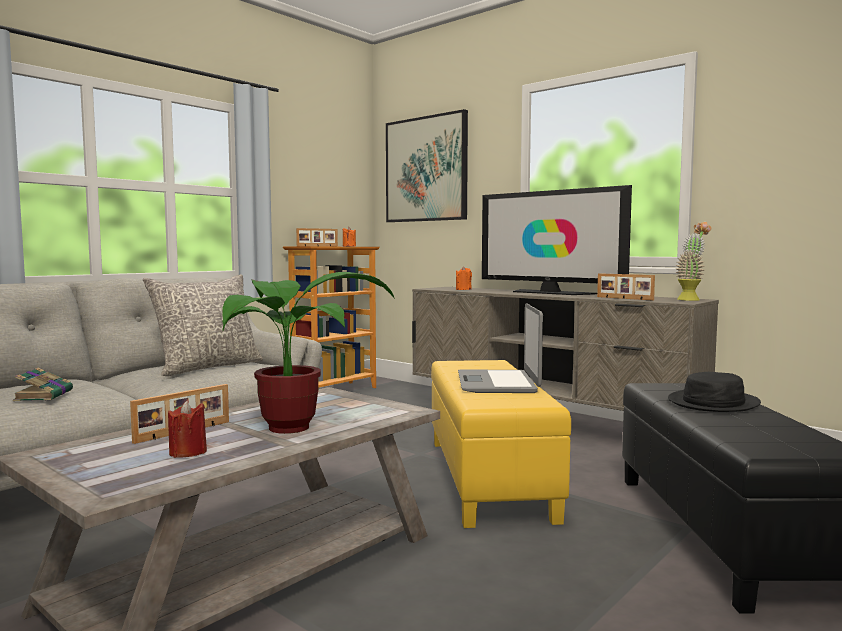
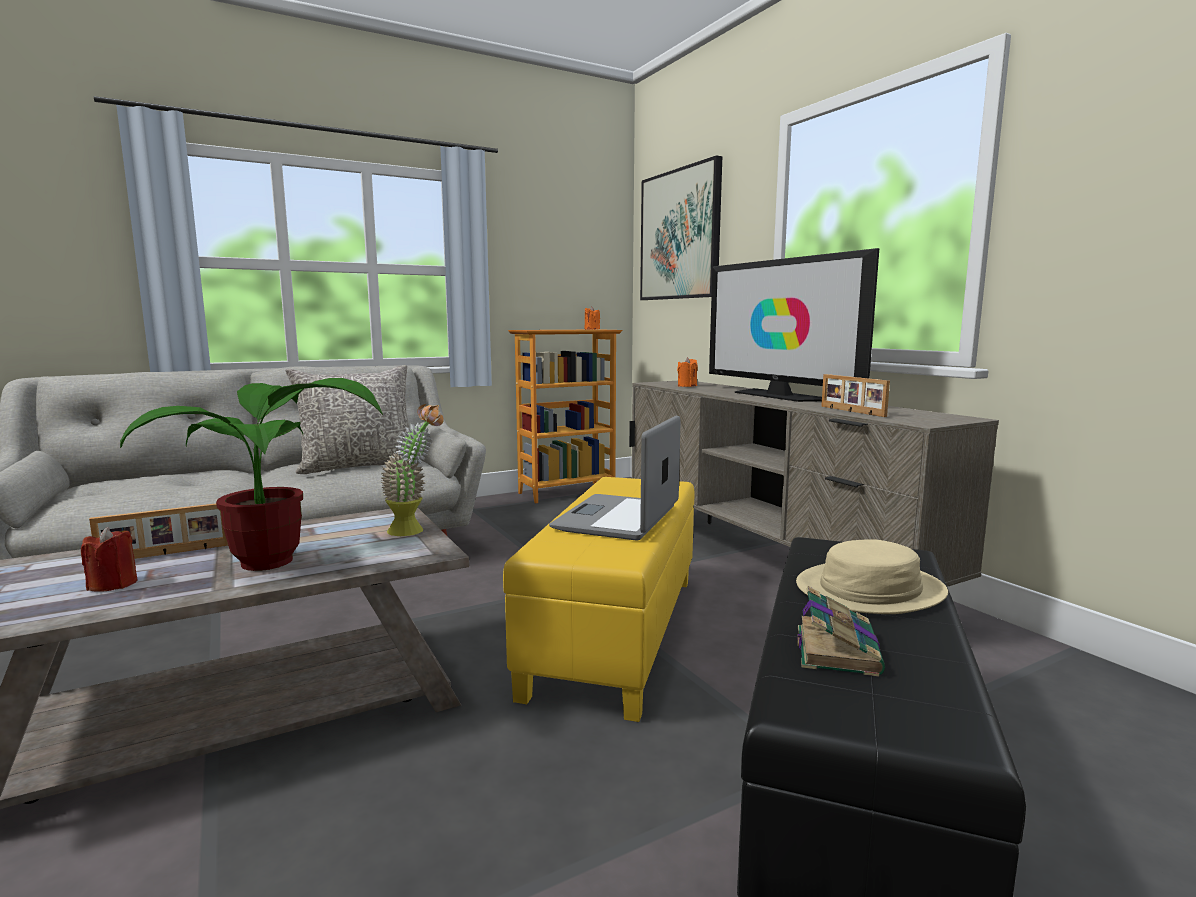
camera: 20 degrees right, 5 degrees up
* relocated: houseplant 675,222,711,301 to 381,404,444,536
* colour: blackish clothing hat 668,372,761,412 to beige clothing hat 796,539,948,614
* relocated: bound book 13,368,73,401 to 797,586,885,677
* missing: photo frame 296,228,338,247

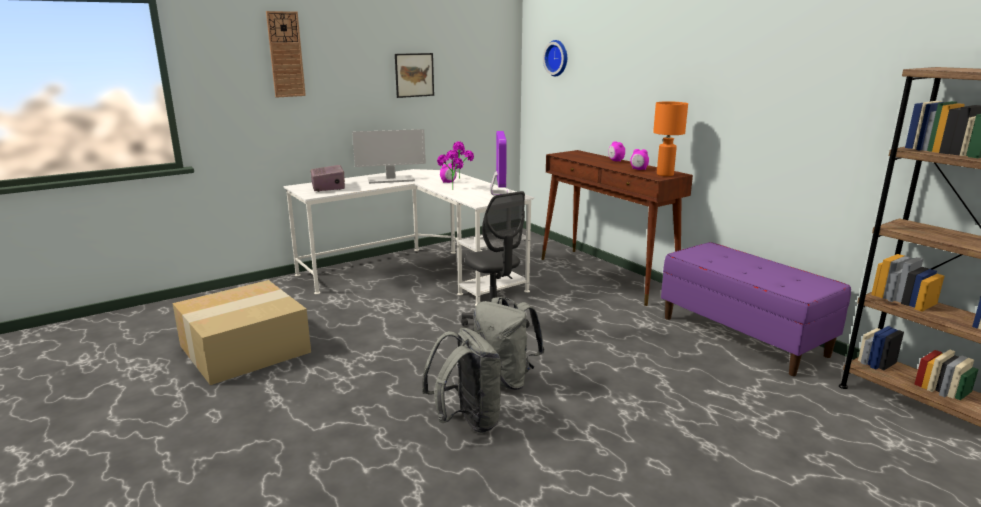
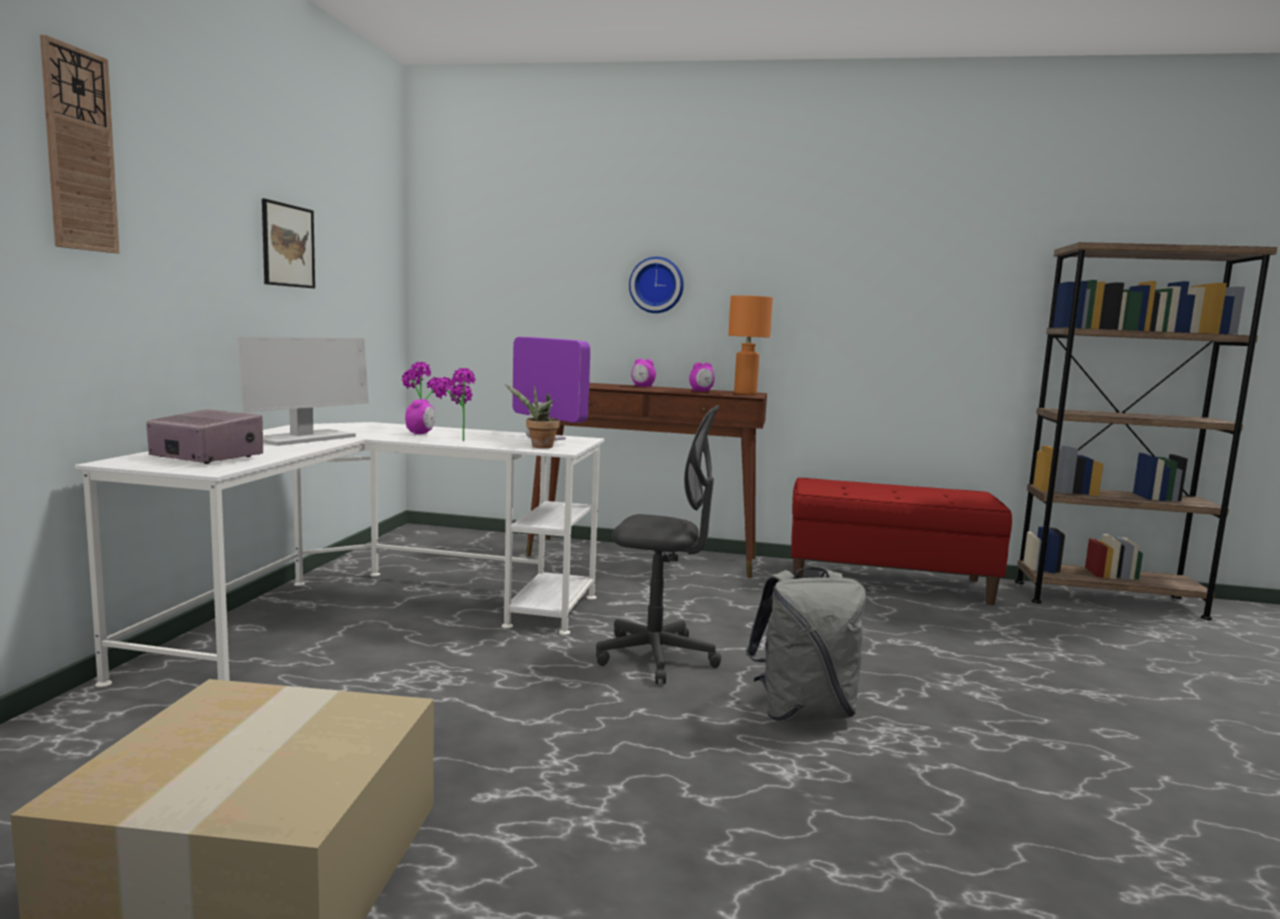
camera: 45 degrees left, 10 degrees down
* appeared: houseplant 505,384,560,448
* relocated: hanging clock 543,40,567,76 to 629,257,684,313
* colour: purplish long seat 661,242,851,376 to red long seat 791,478,1012,605
* missing: greyish knapsack 422,327,502,433

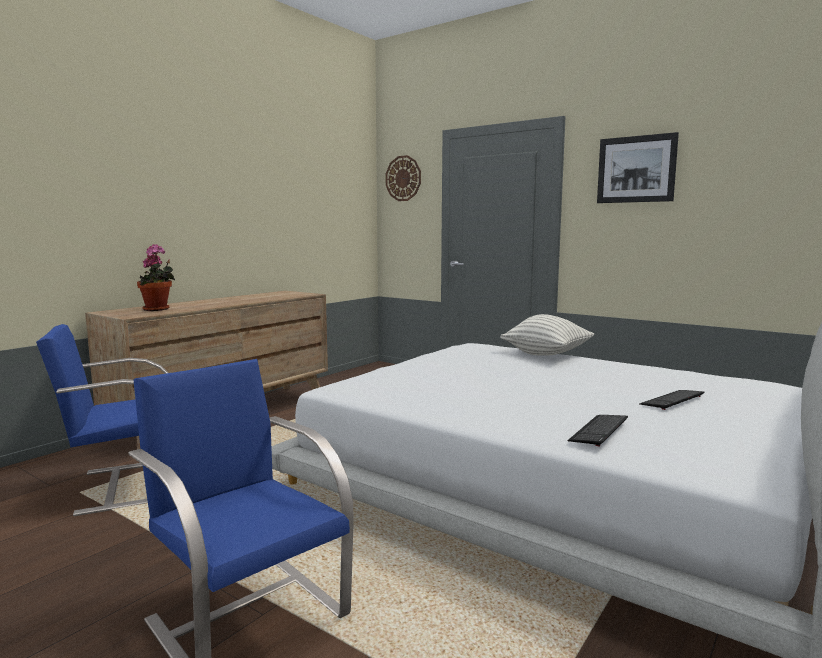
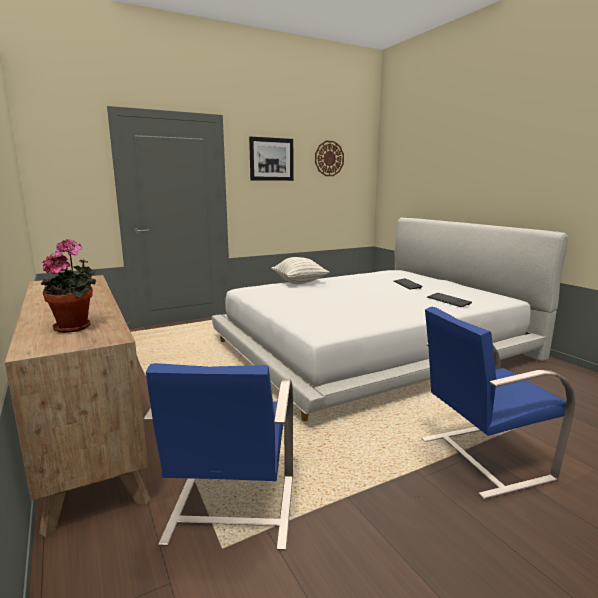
camera: 65 degrees left, 5 degrees up
* relocated: hanging clock 386,155,421,201 to 315,141,344,176

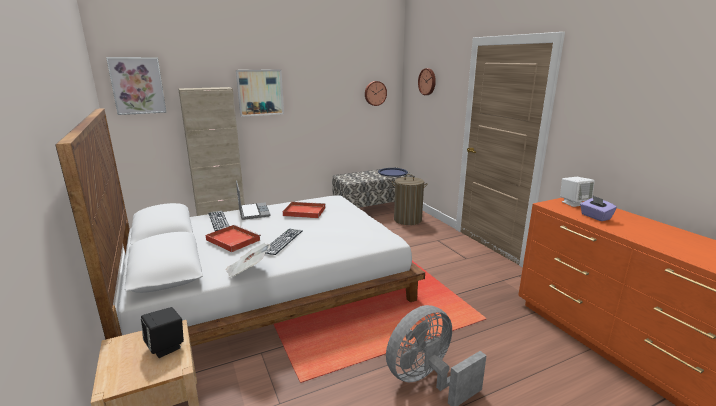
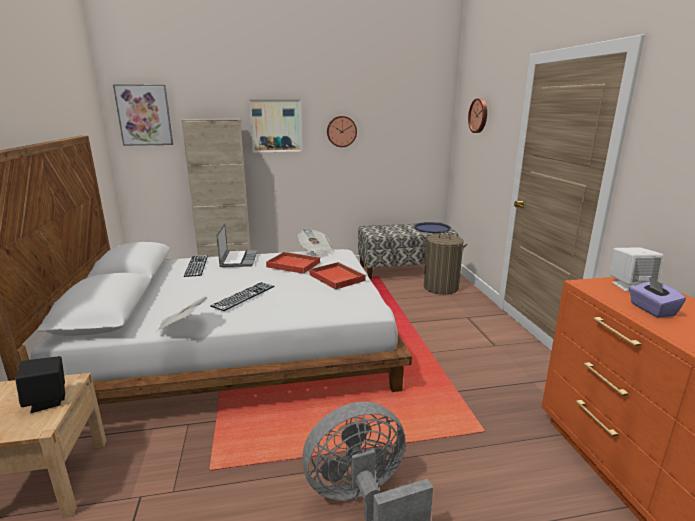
camera: 15 degrees right, 0 degrees up
* appeared: newspaper 298,228,334,258
* relocated: red serving tray 205,225,261,252 to 309,262,367,290
* relocated: hanging clock 365,81,387,106 to 327,116,357,147

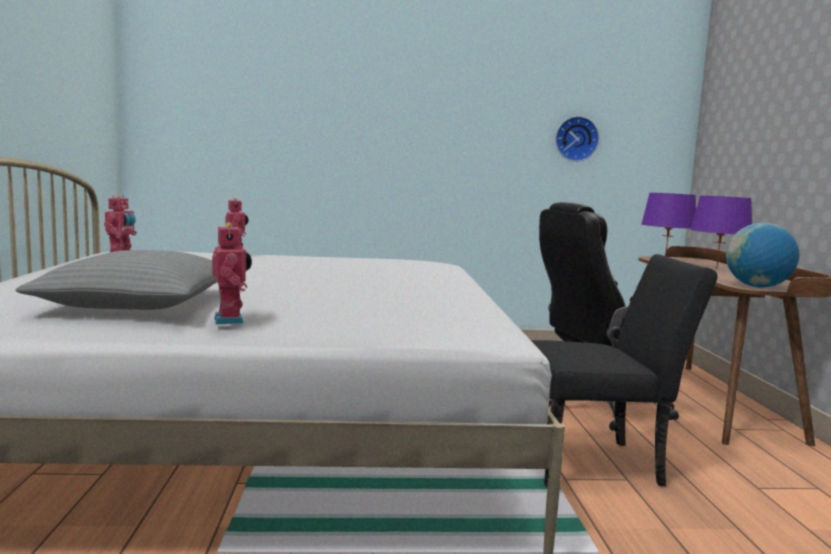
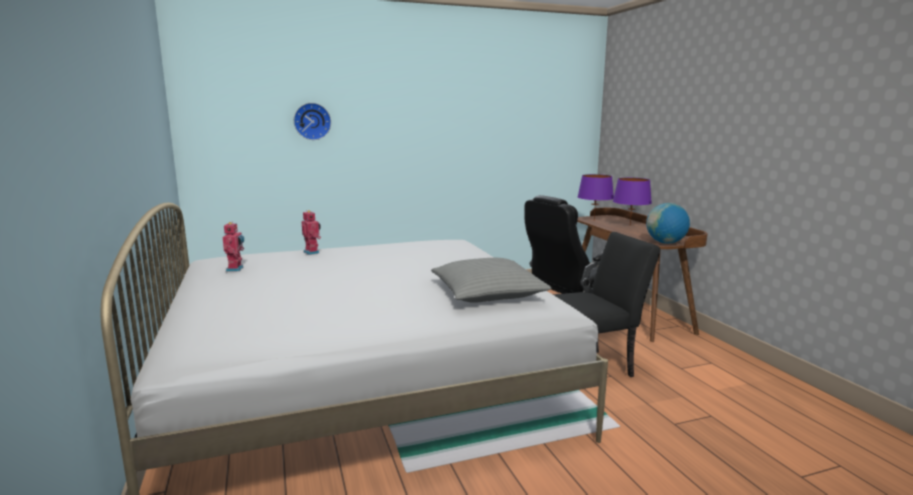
camera: 15 degrees left, 5 degrees up
* relocated: hanging clock 555,116,599,162 to 294,103,331,140
* relocated: greyish pillow 15,250,217,310 to 431,258,552,303
* missing: robot figure 212,222,252,324

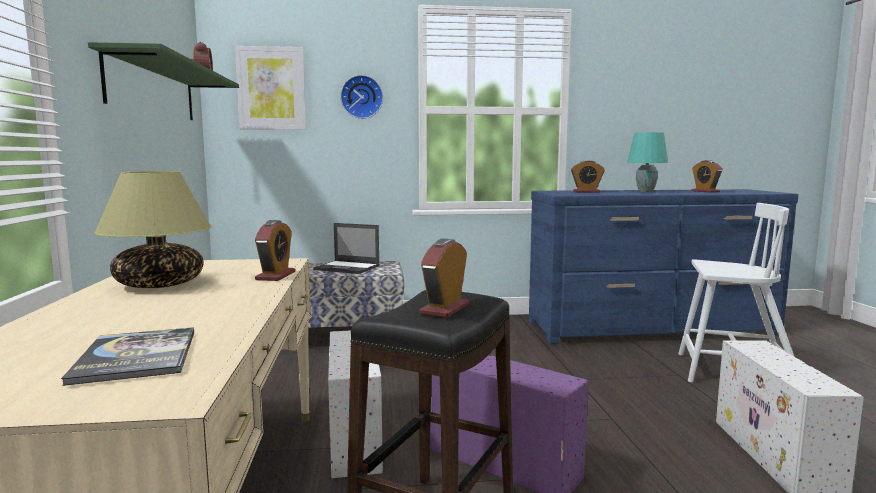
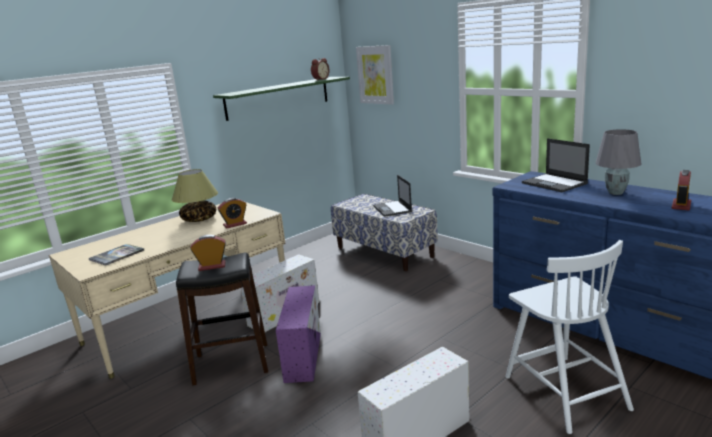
camera: 55 degrees right, 10 degrees up
* exchanged: table clock 571,160,605,193 to notebook computer 522,138,590,192
* colour: turquoise table lamp 627,132,668,192 to greyish table lamp 595,129,641,195
* missing: hanging clock 340,75,383,119

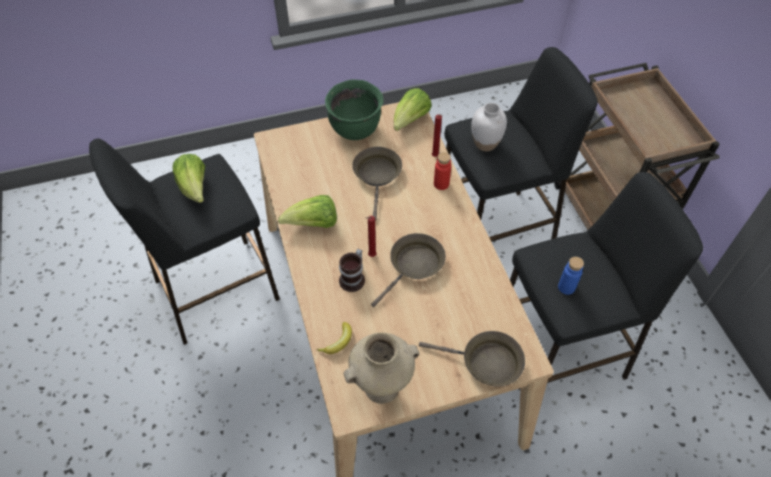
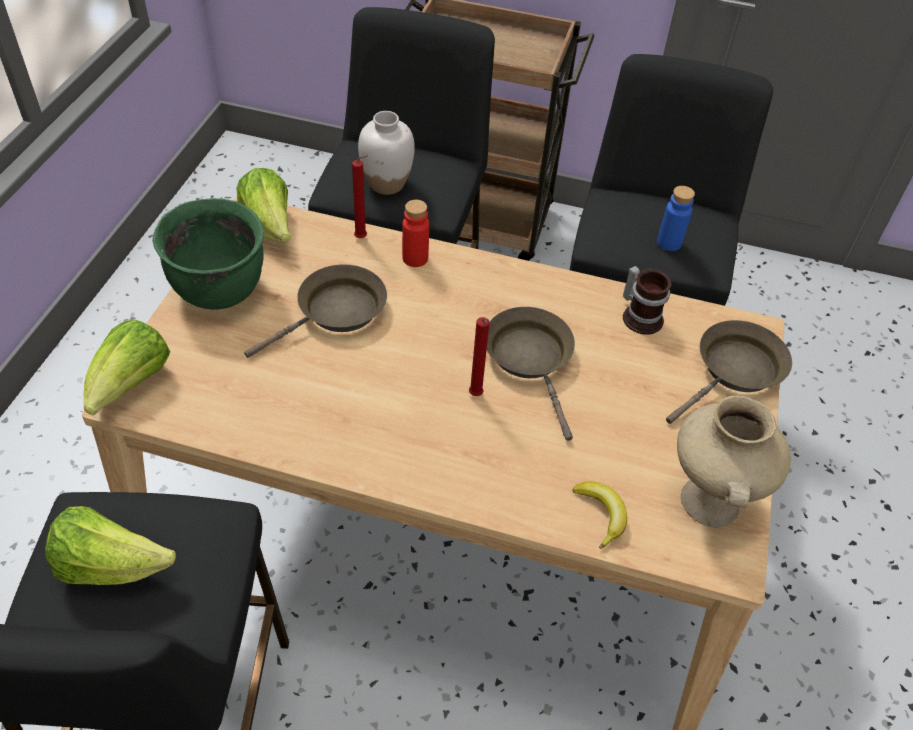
camera: 60 degrees left, 5 degrees down
* relocated: lettuce head 278,195,337,228 to 84,320,170,415
* spun: brown-coloured frying pan 352,147,402,221 = 244,264,387,358 105 degrees clockwise
* relocated: mug 339,249,365,292 to 623,266,672,335

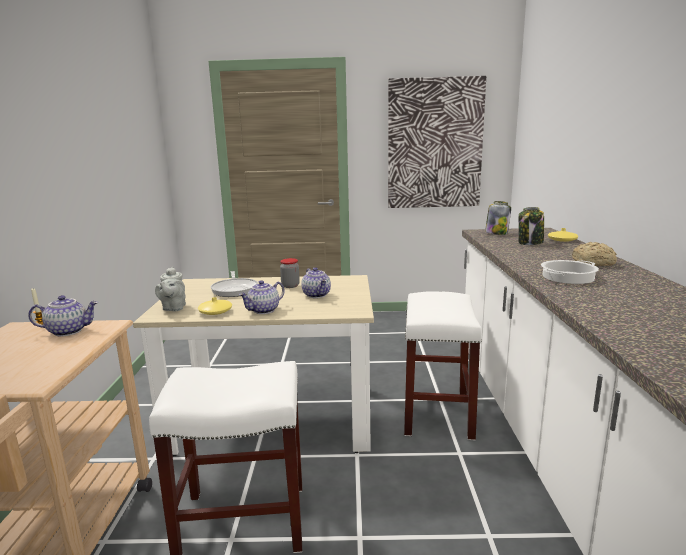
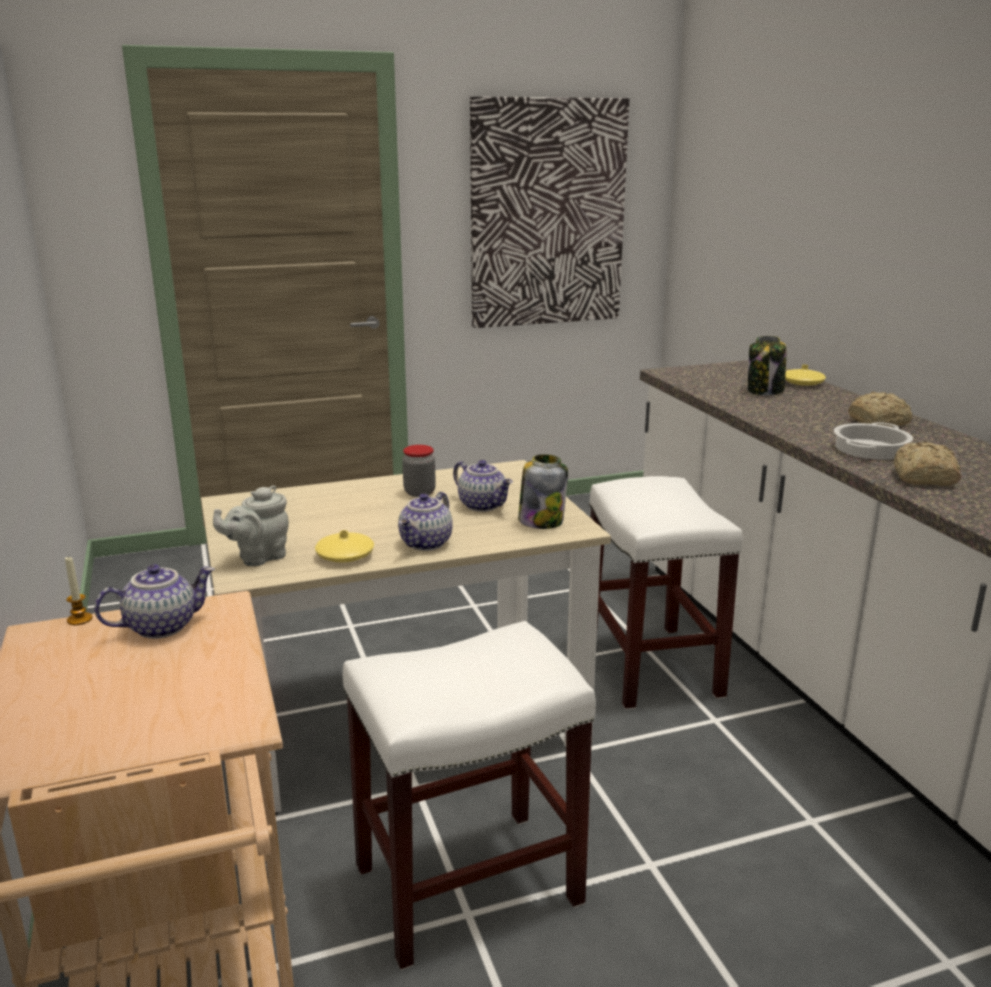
camera: 20 degrees left, 5 degrees up
* spun: greyish tea pot 155,267,186,311 = 213,485,289,566 75 degrees clockwise
* relocated: preserve jar 485,201,511,235 to 518,454,568,529
* appeared: bakery bread 894,442,961,486
* missing: frying pan 211,271,258,297

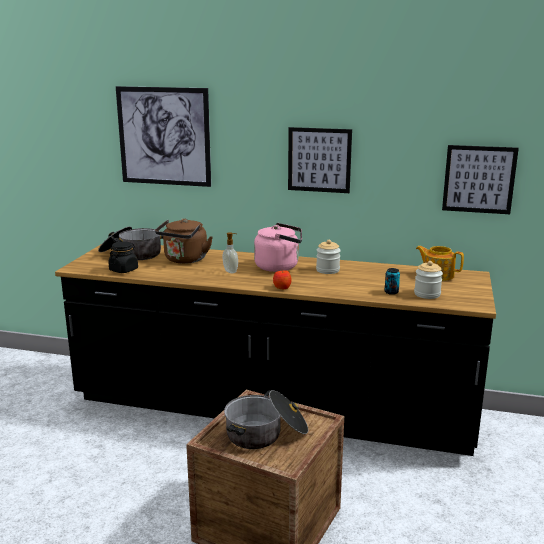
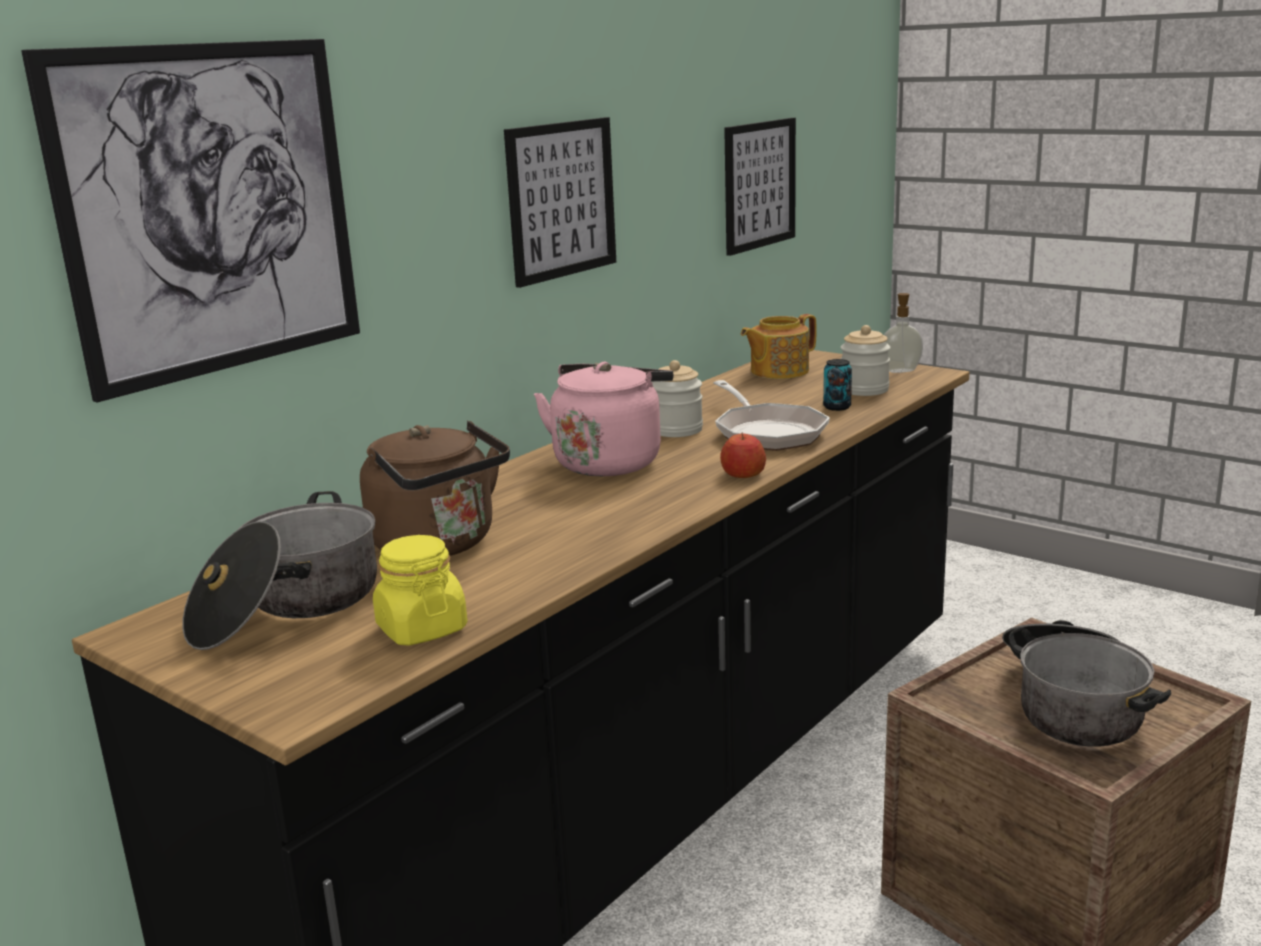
camera: 65 degrees left, 0 degrees up
* colour: blackish preserve jar 108,241,138,273 to yellowish preserve jar 373,535,468,646
* appeared: frying pan 713,380,830,451
* relocated: soap bottle 223,232,238,273 to 884,293,923,373

